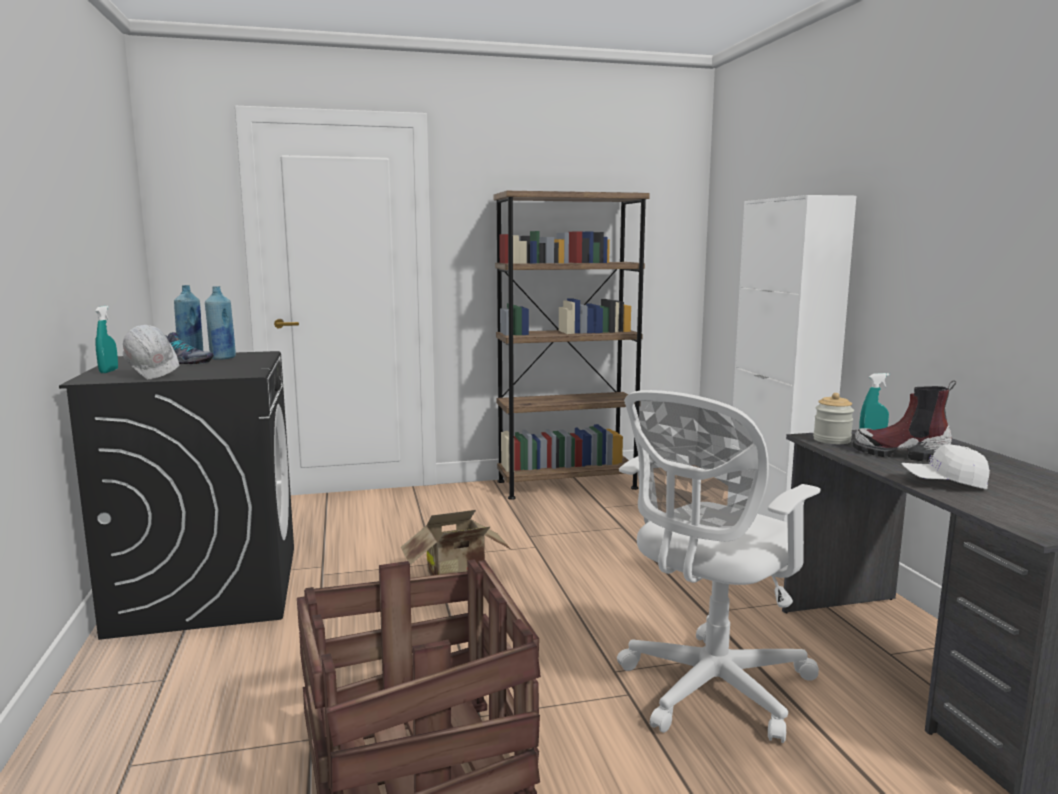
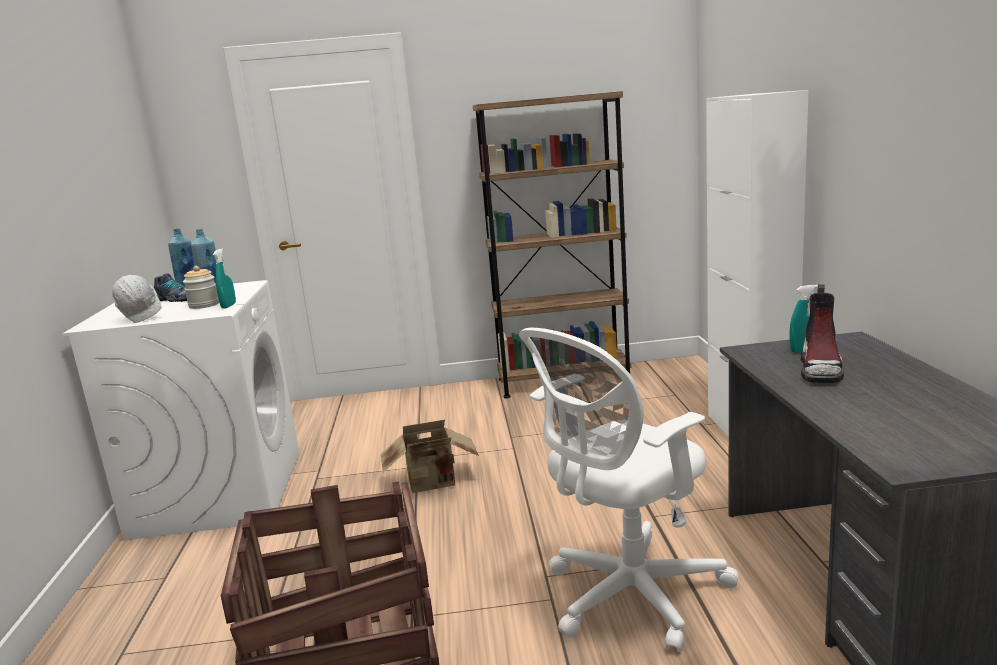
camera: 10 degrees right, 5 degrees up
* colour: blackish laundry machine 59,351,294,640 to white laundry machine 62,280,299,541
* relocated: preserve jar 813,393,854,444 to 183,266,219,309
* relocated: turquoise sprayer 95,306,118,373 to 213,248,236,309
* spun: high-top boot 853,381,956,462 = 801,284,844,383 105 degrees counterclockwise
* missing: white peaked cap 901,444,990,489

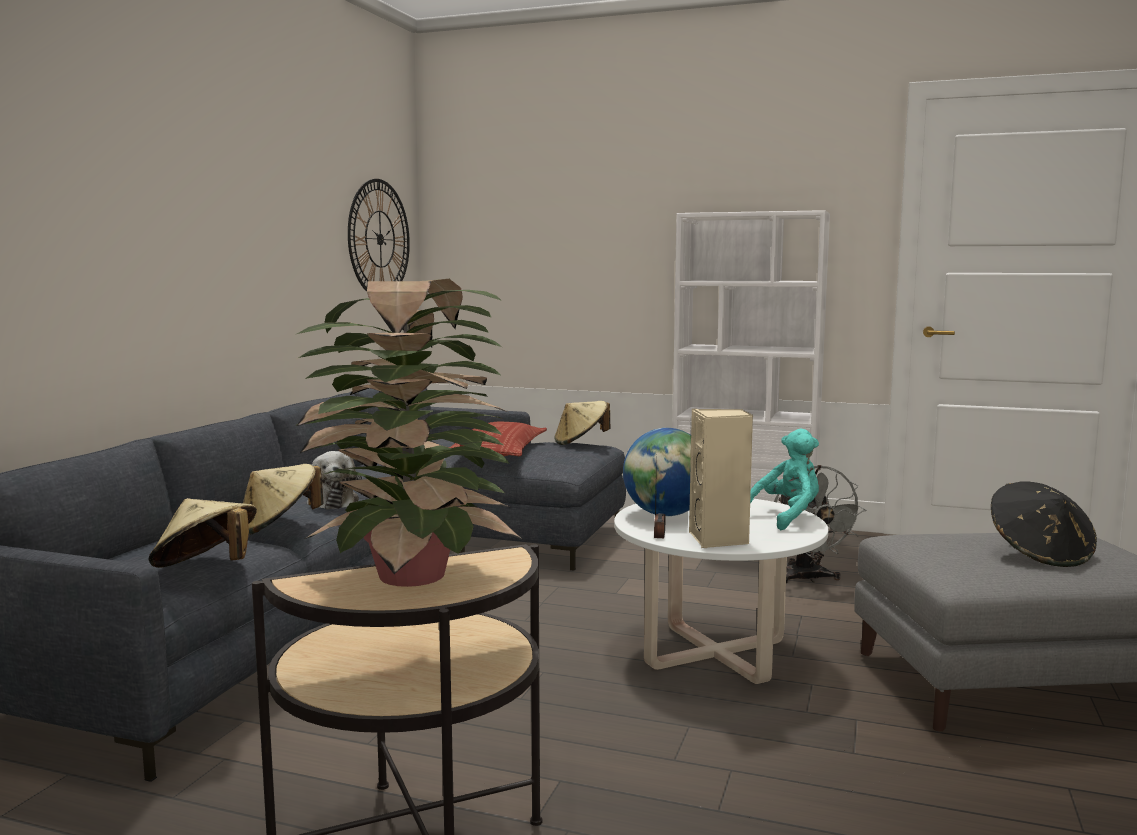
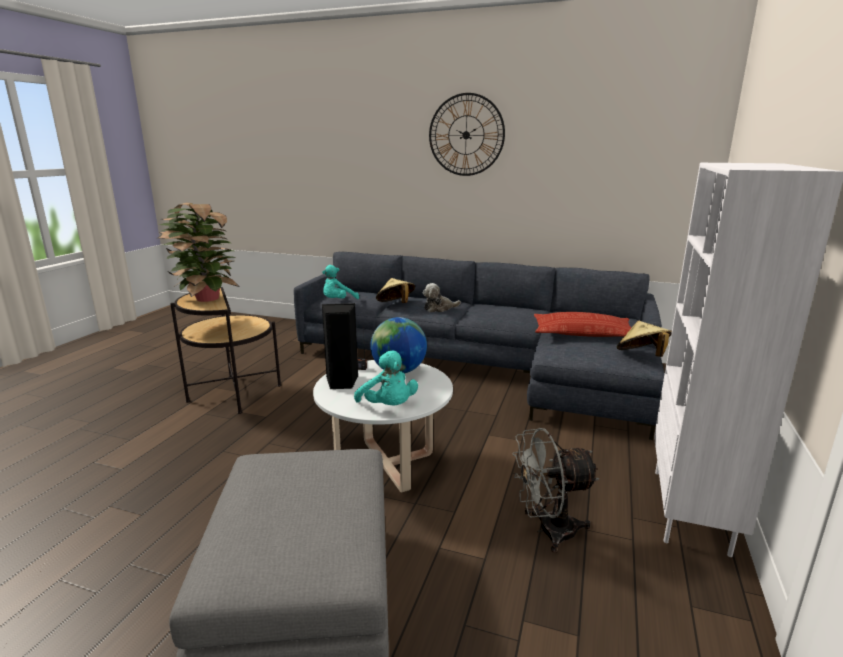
camera: 90 degrees right, 10 degrees up
* colour: beige loudspeaker 689,409,753,548 to blackish loudspeaker 321,303,359,389
* exchanged: beige clothing hat 148,498,257,568 to turquoise cuddly toy 322,265,359,299
* relocated: hanging clock 348,179,410,292 to 429,93,505,176
* missing: blackish clothing hat 991,481,1097,567

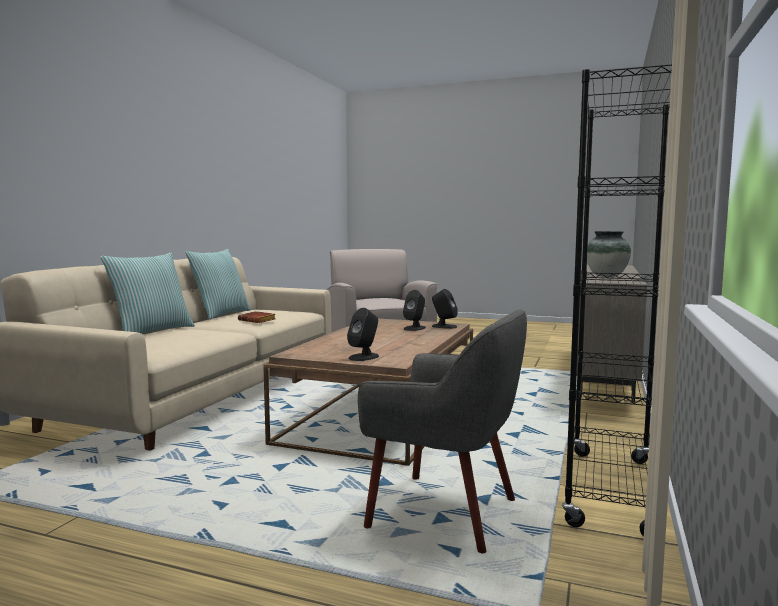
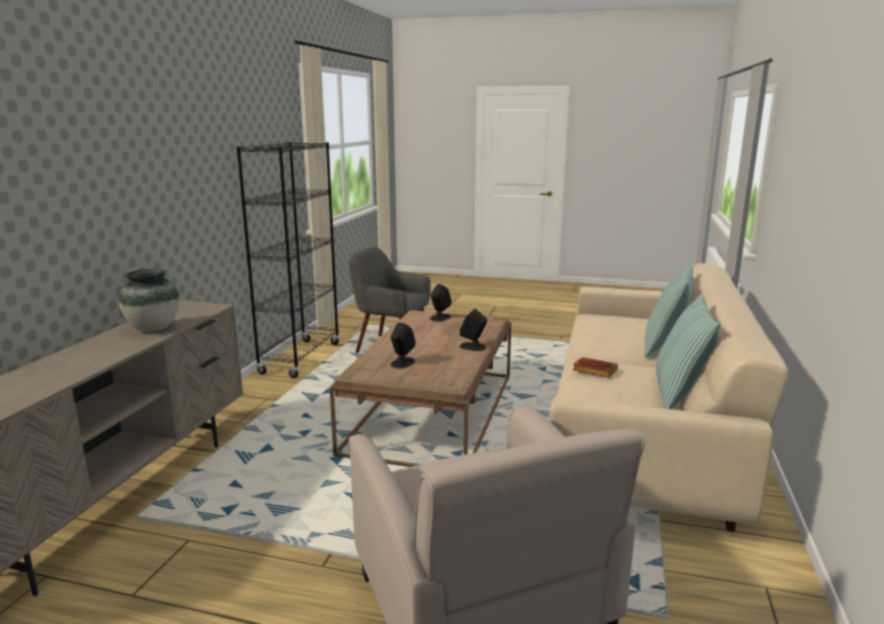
camera: 175 degrees right, 10 degrees up
* relocated: blackish loudspeaker 432,289,458,329 to 460,309,487,351

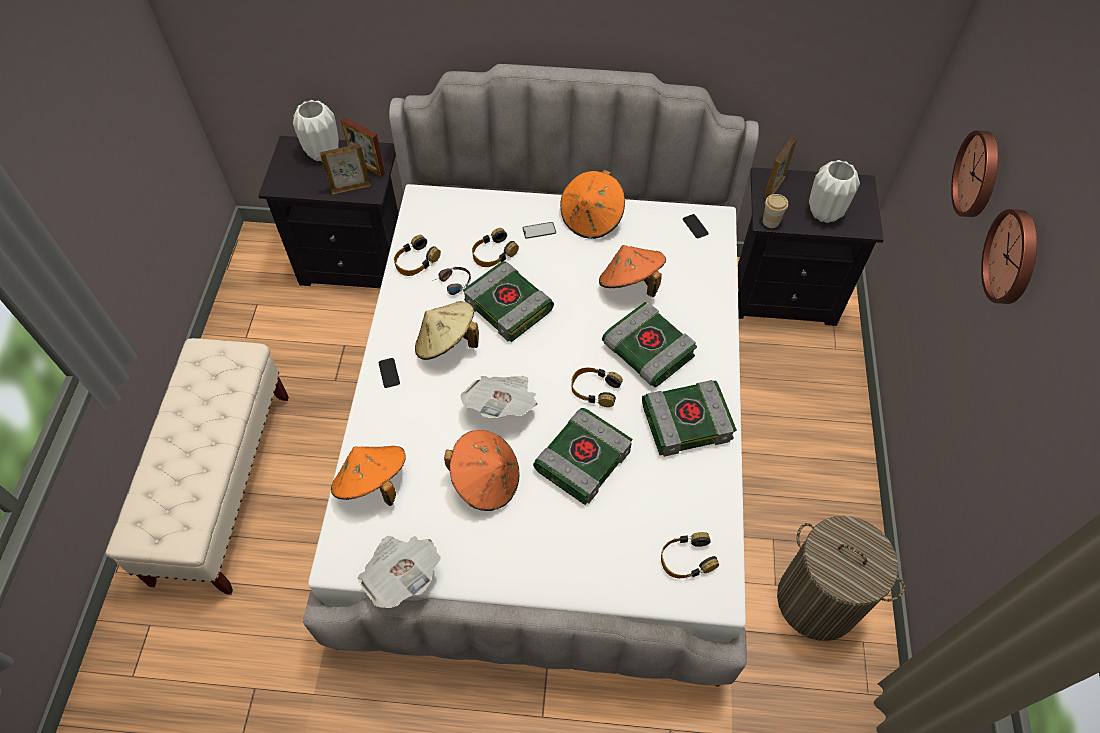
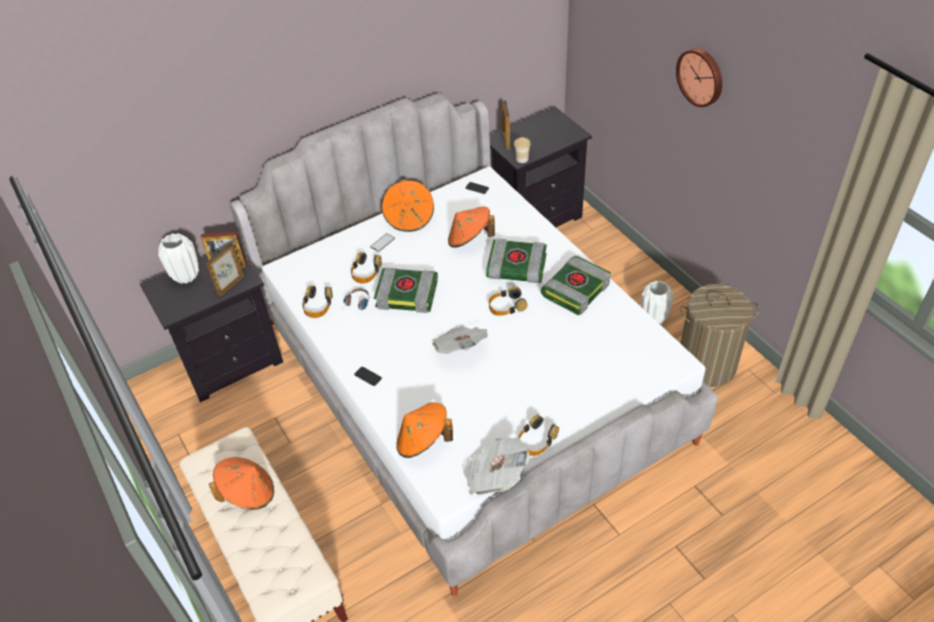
camera: 35 degrees left, 10 degrees down
* relocated: orangey clothing hat 444,430,519,511 to 209,457,274,510
* relocated: headset 661,532,719,578 to 519,415,559,456
* relocated: white vase 809,160,860,223 to 641,281,674,324
* missing: beige clothing hat 415,301,479,360
* missing: bound book 533,408,632,505
* missing: hanging clock 951,130,998,217

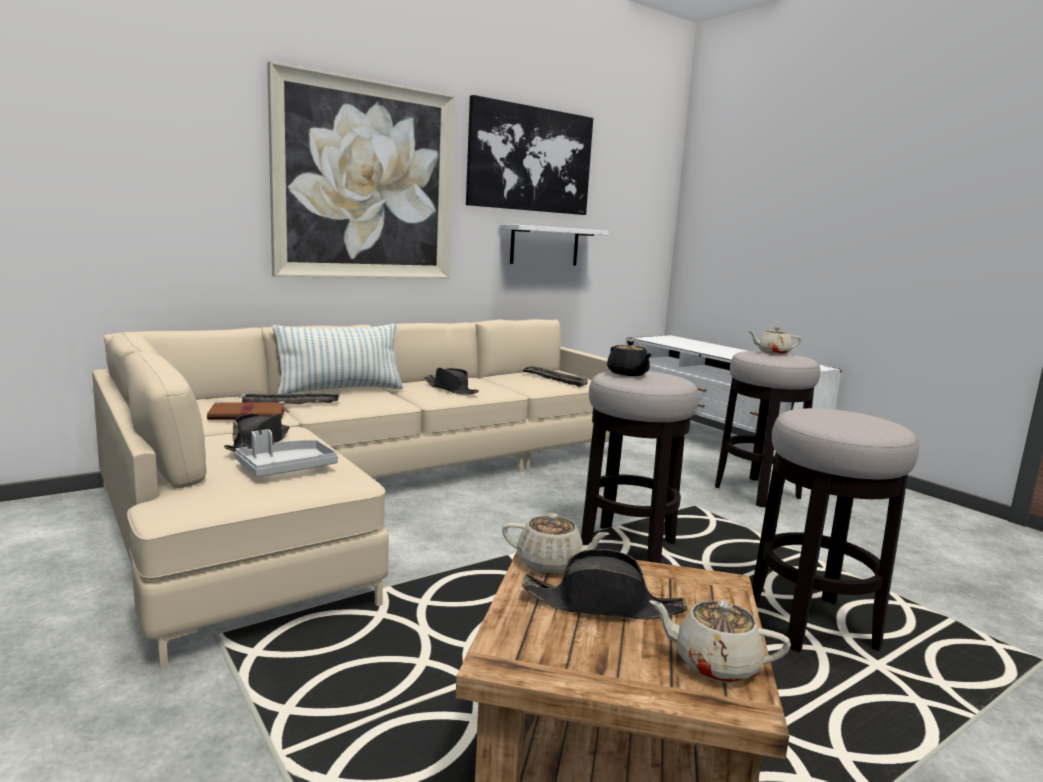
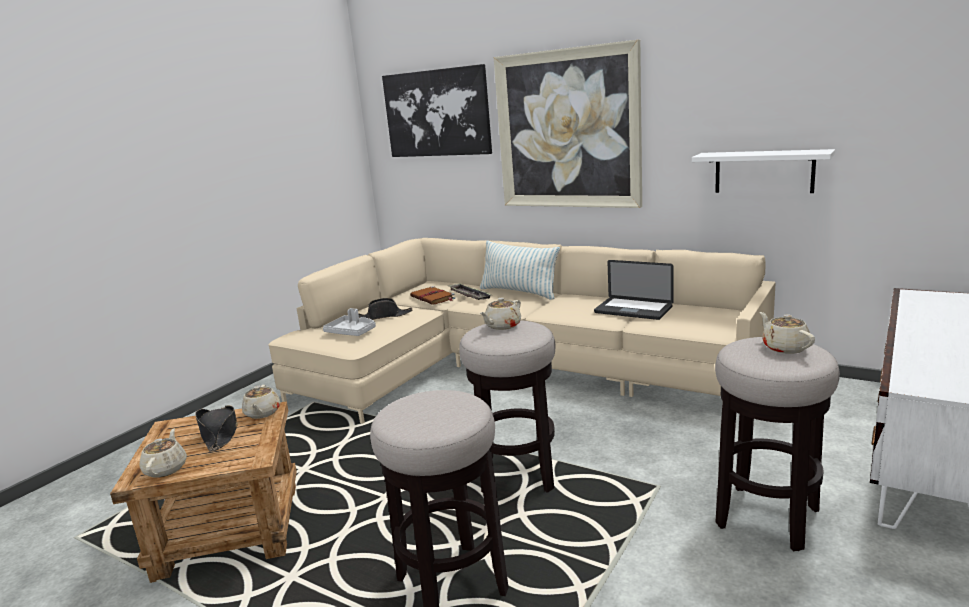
camera: 70 degrees right, 5 degrees up
* relocated: picture 466,95,593,215 to 382,64,492,157
* colour: blackish tea pot 607,341,652,376 to beige tea pot 480,298,521,330
* appeared: notebook computer 594,260,674,320
* missing: blackish clothing hat 424,368,479,395
* missing: serving tray 522,365,591,387

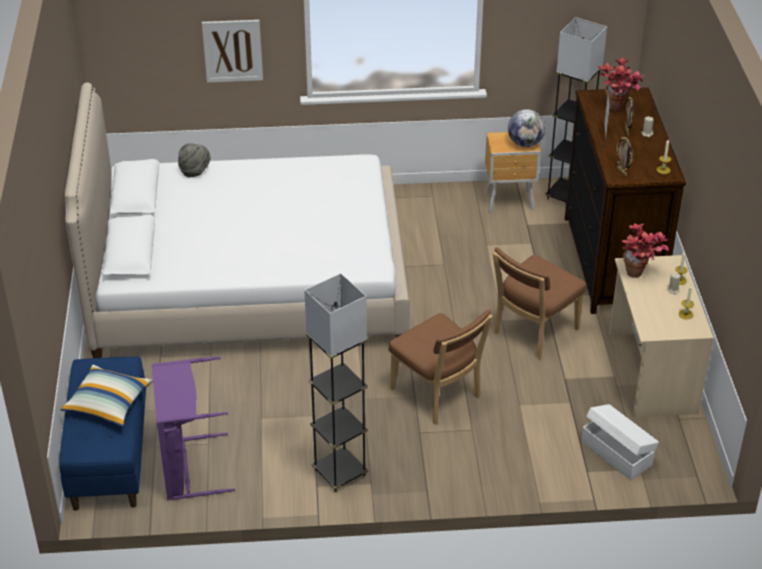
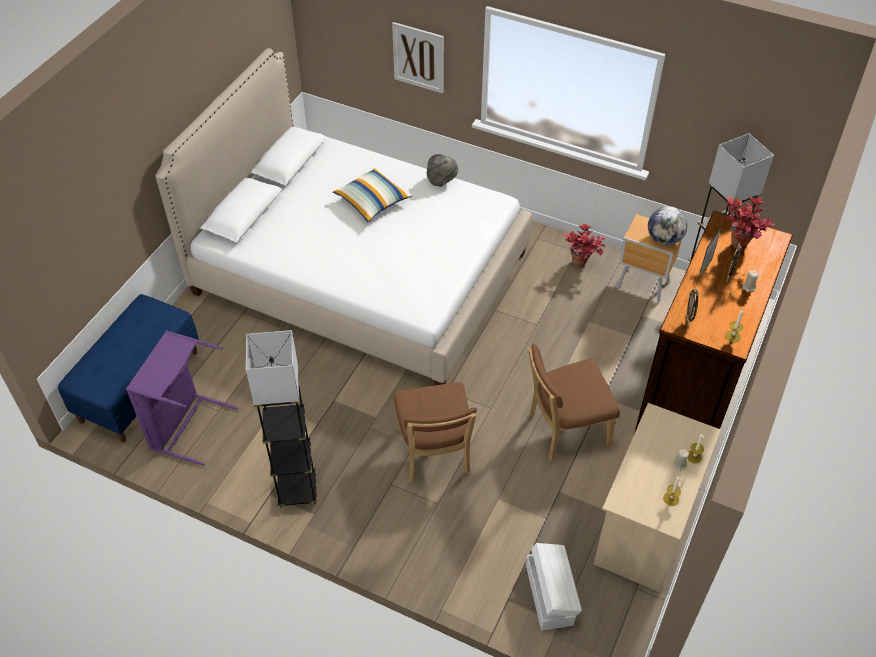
camera: 30 degrees right, 10 degrees up
* relocated: pillow 60,365,153,427 to 333,167,413,222
* relocated: greyish clothing hat 178,143,210,177 to 427,154,458,187
* relocated: houseplant 622,224,669,278 to 564,223,606,267

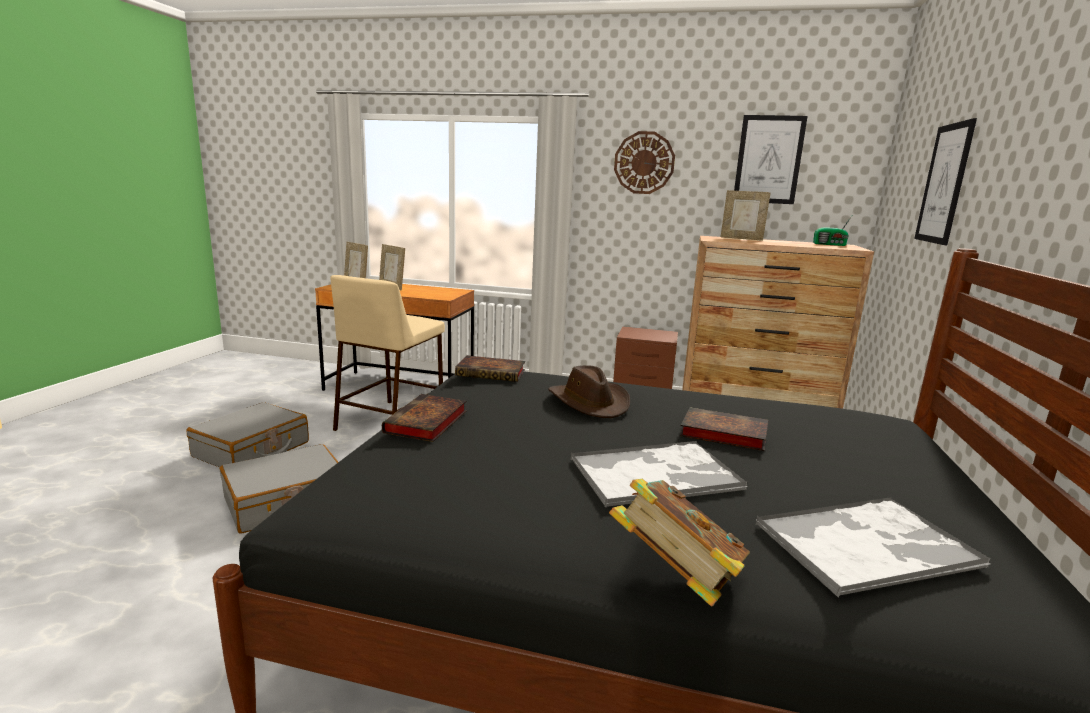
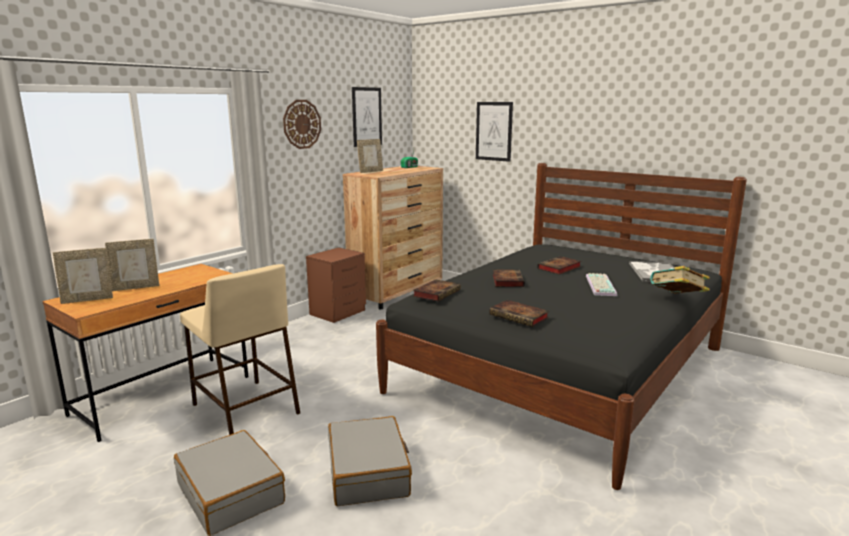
camera: 65 degrees left, 0 degrees up
* exchanged: brown-coloured clothing hat 548,365,630,418 to bound book 493,269,525,287
* exchanged: serving tray 571,441,747,507 to keyboard 586,273,617,296

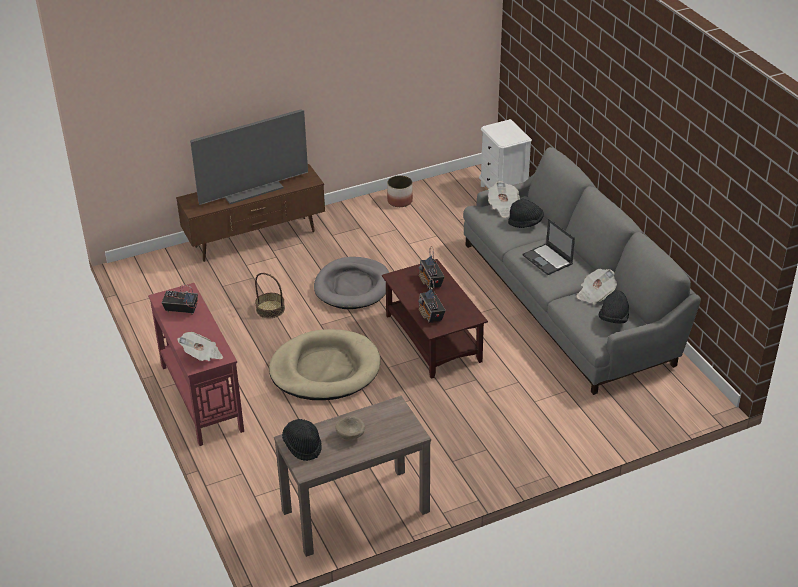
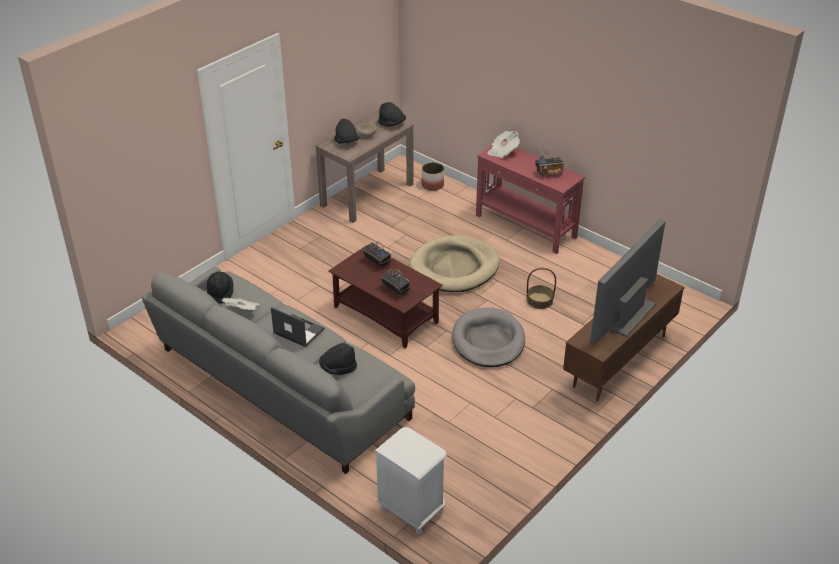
camera: 155 degrees right, 0 degrees up
* appeared: blackish clothing hat 334,119,359,144
* relocated: plant pot 387,175,413,207 to 422,162,444,191
* missing: newspaper 488,181,520,218

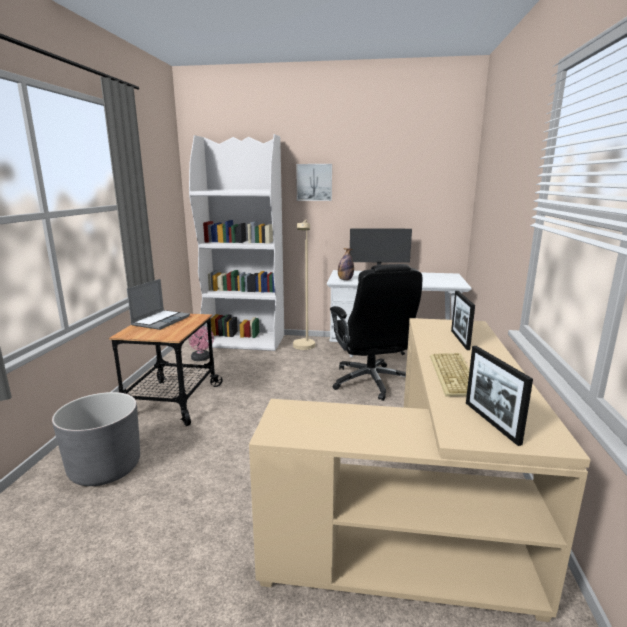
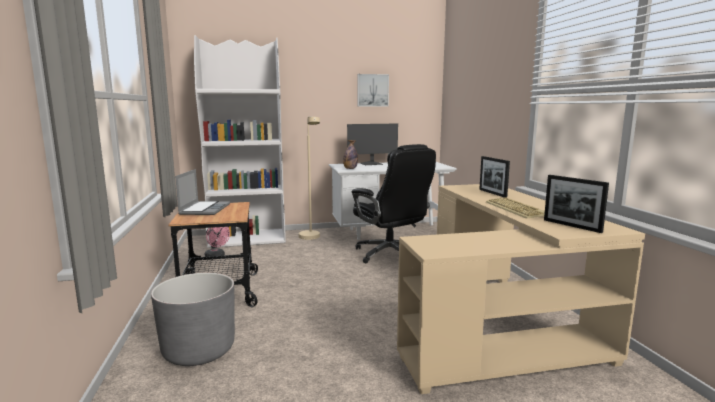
camera: 20 degrees left, 5 degrees down
* relocated: picture 296,164,332,201 to 358,74,389,106

